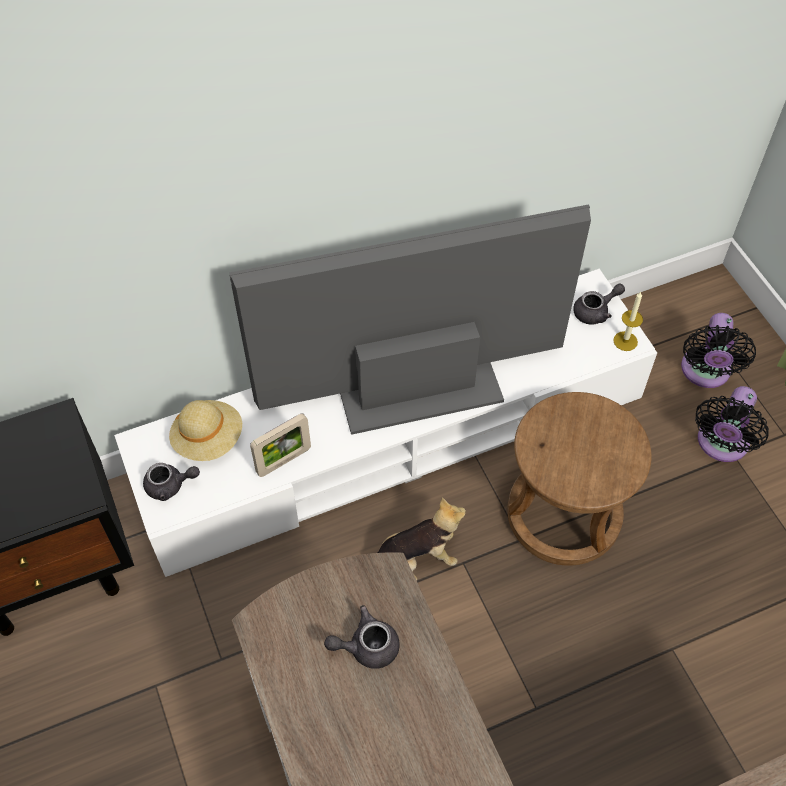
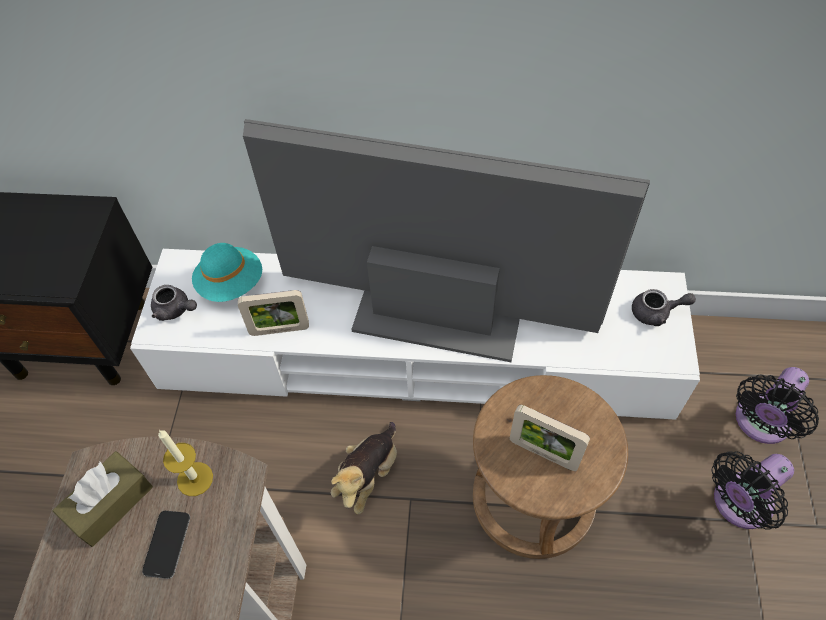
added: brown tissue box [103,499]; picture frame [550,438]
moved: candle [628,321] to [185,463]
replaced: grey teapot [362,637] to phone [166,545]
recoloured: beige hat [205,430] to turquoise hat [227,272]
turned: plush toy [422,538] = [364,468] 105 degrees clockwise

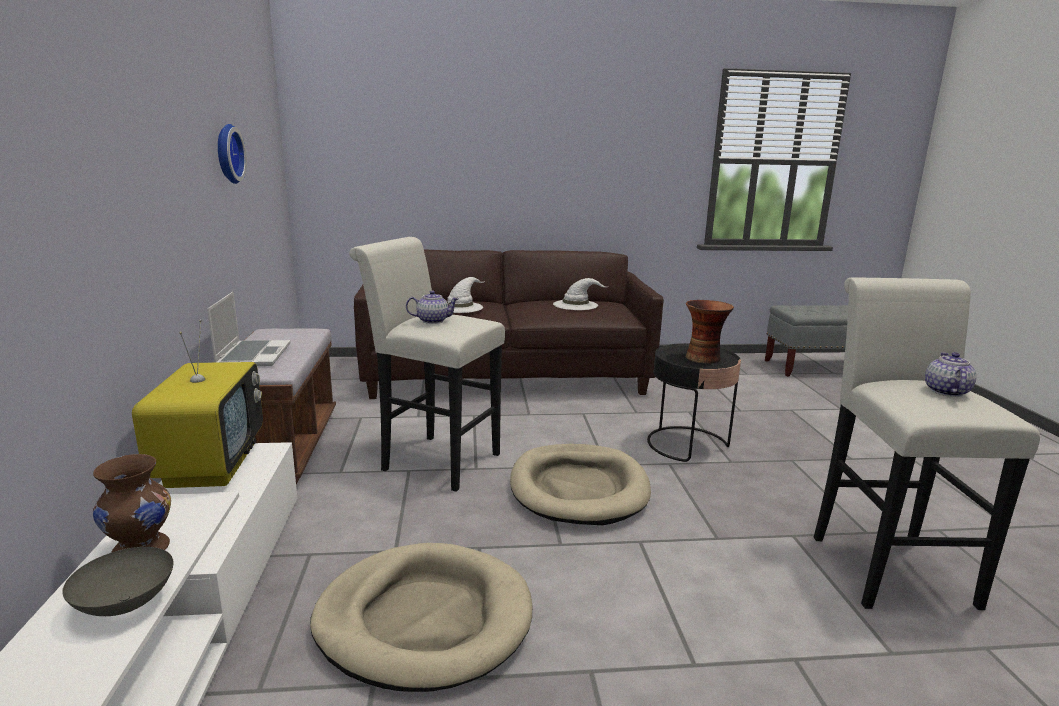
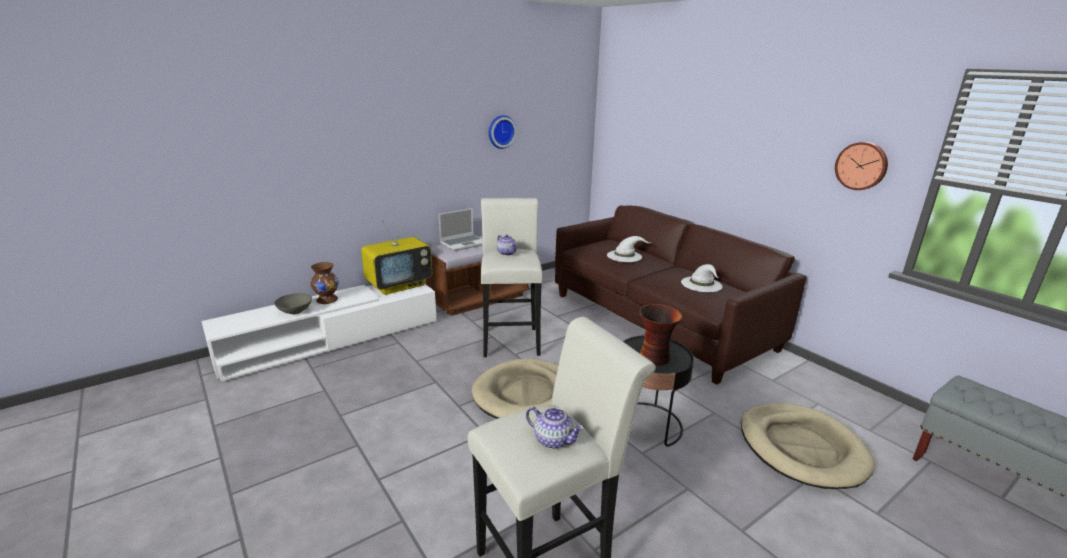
added: wall clock [861,166]
moved: beige dog bed [421,617] to [808,446]
turned: teapot [950,374] = [555,428] 45 degrees clockwise

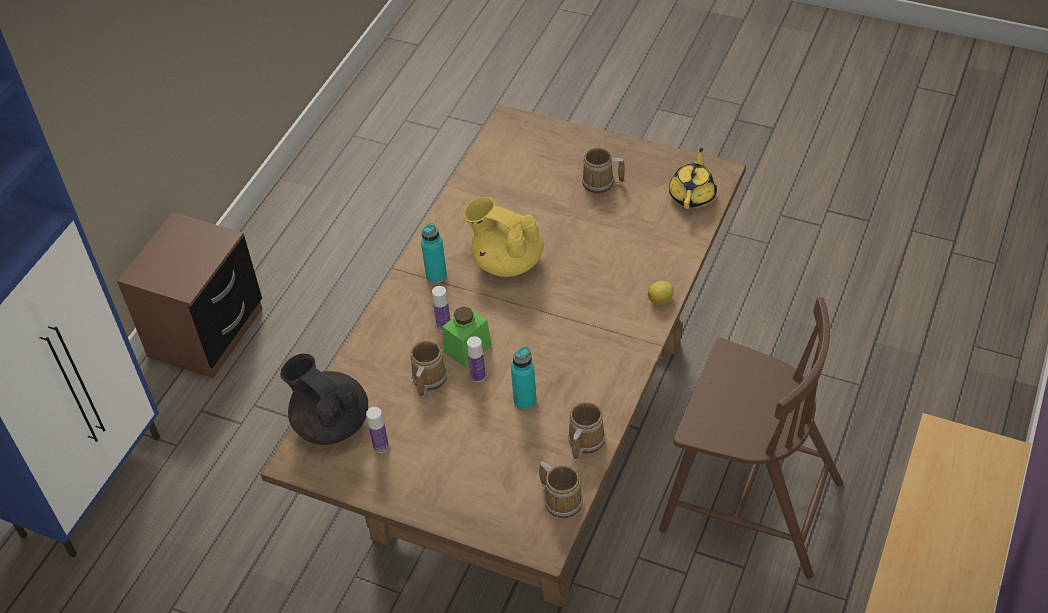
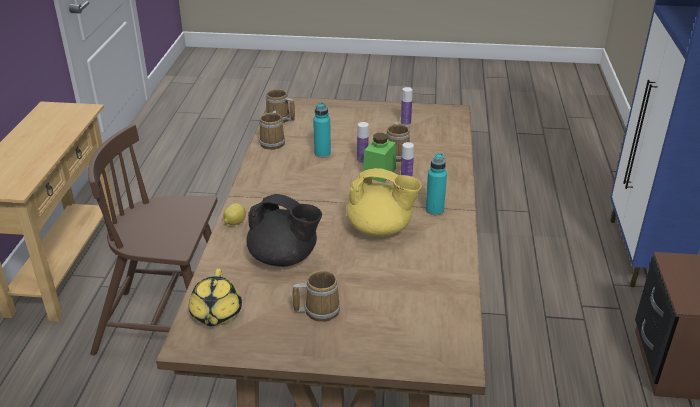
moved: black teapot [324,399] to [284,230]

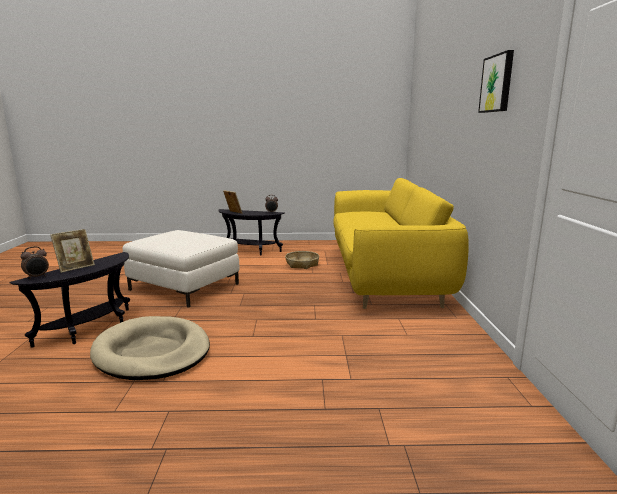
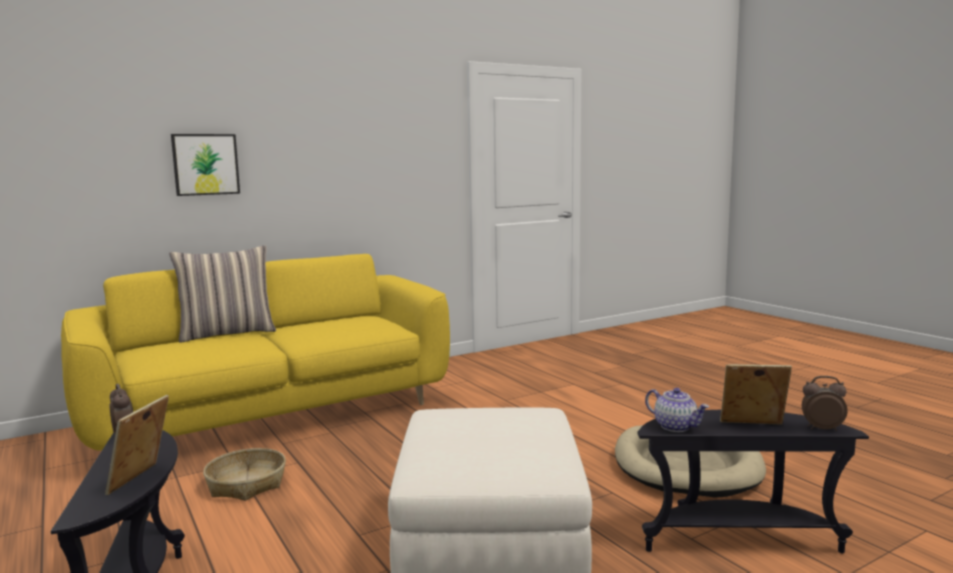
added: pillow [222,294]; teapot [677,410]
moved: picture [496,81] to [205,165]

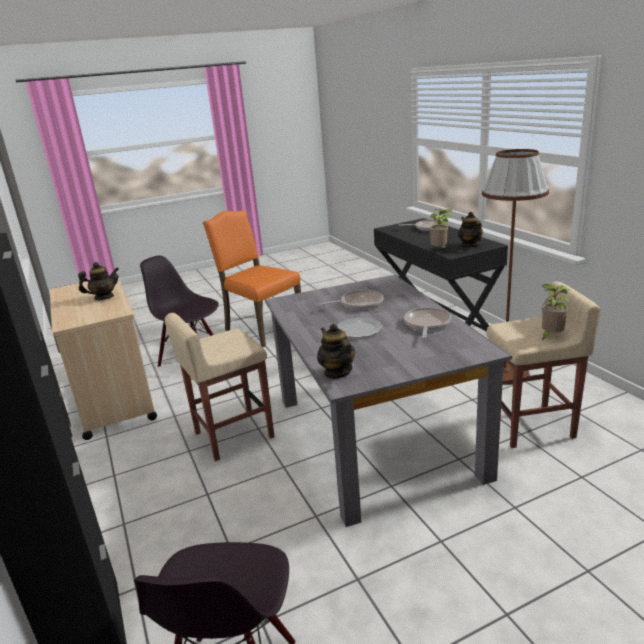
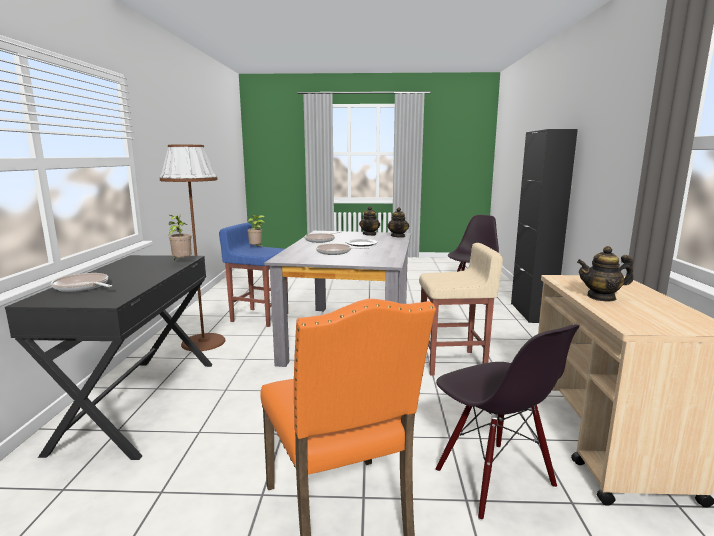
moved: teapot [470,230] to [369,221]
recoloured: beige stool [543,364] to blue stool [253,275]

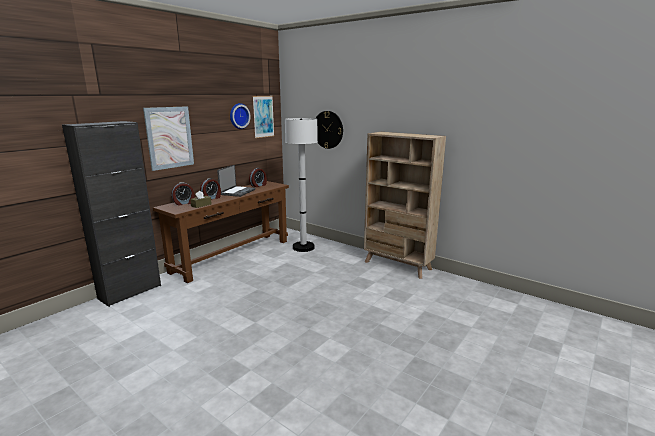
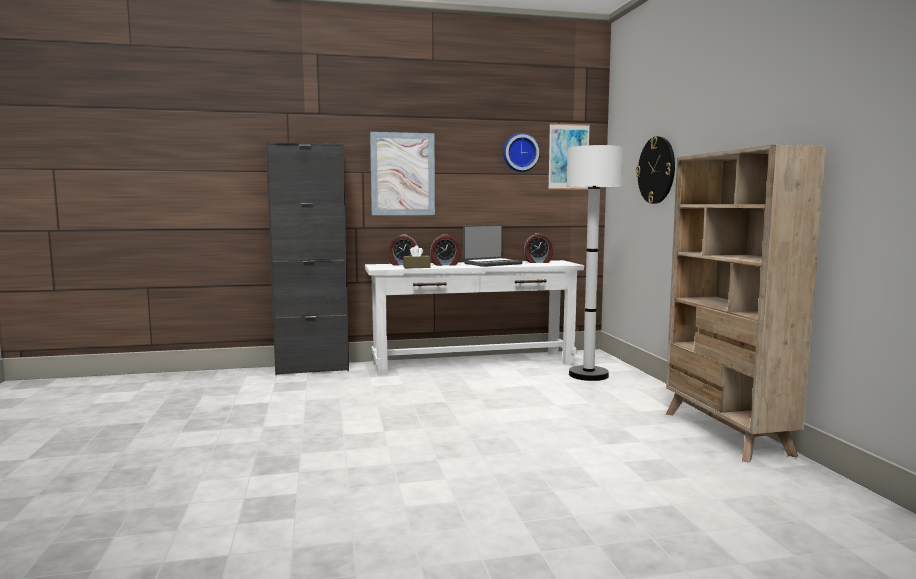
recoloured: brown console table [221,232] to white console table [474,318]

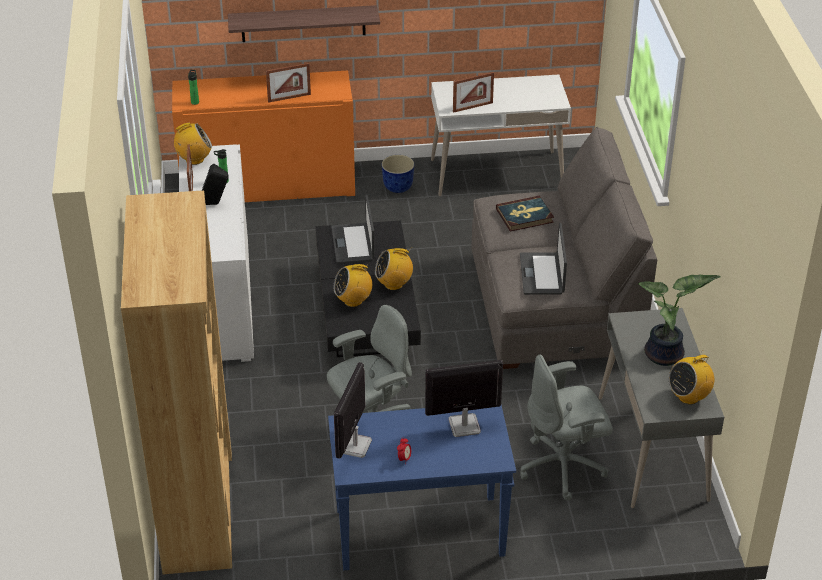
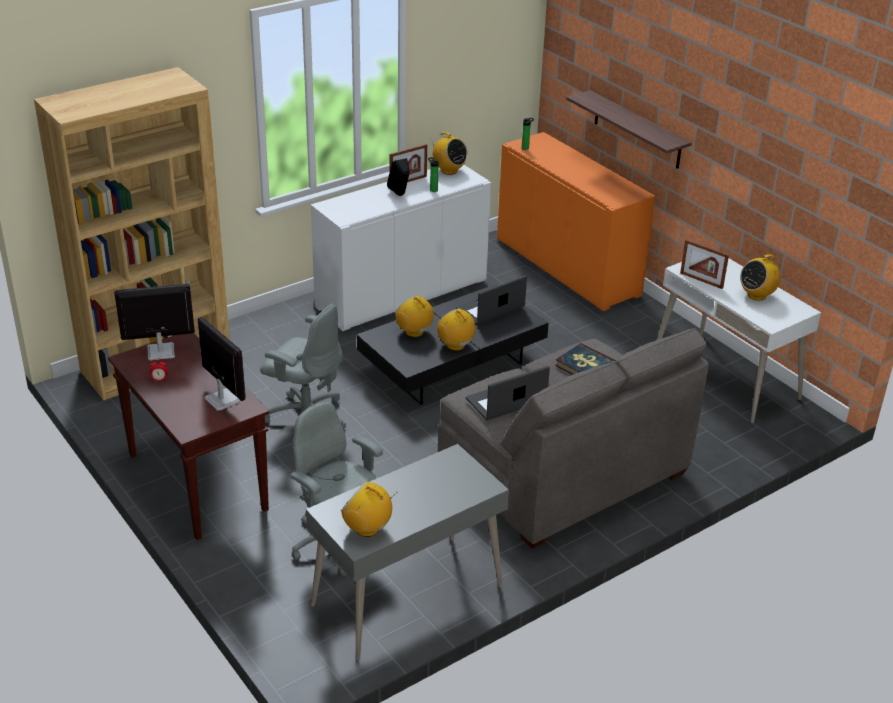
removed: picture frame [288,83]; planter [398,174]; potted plant [679,320]
added: radio [760,277]
recoloured: blue console table [422,487] to brown console table [188,436]

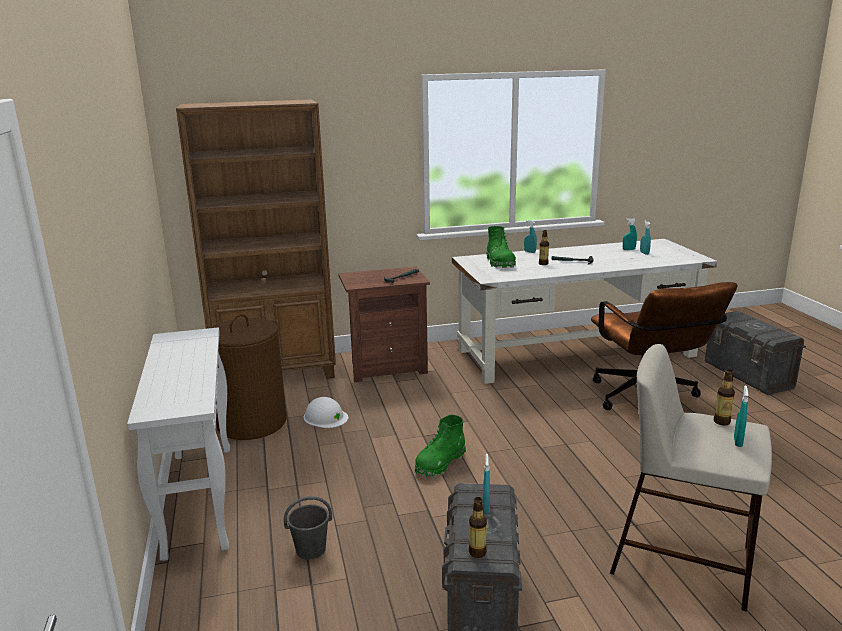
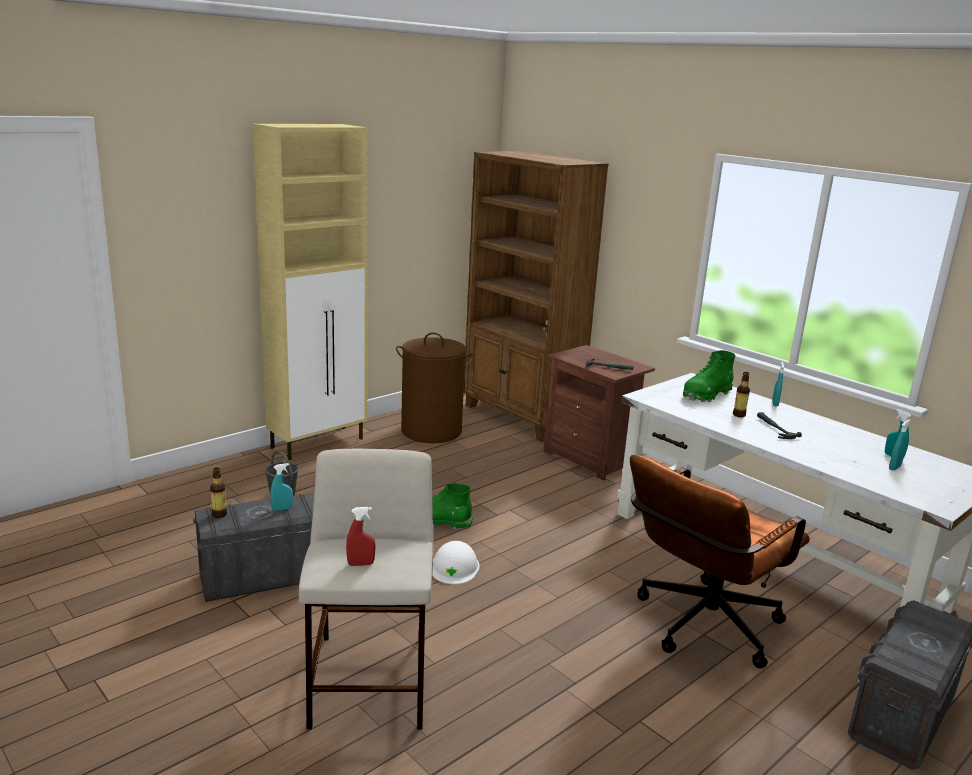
removed: bottle [724,397]
moved: white hard hat [326,412] to [456,562]
replaced: white console table [178,444] to beige cabinet [310,292]
recoloured: turquoise spray bottle [741,416] to red spray bottle [361,536]

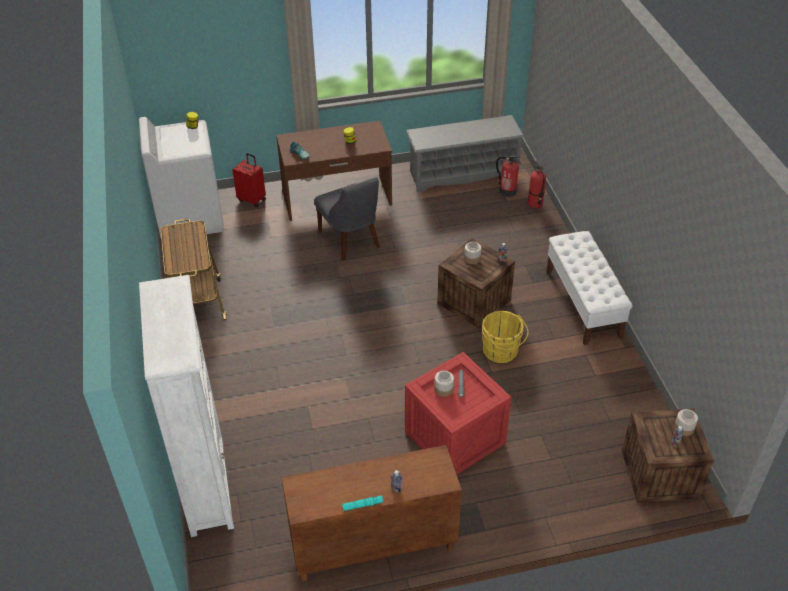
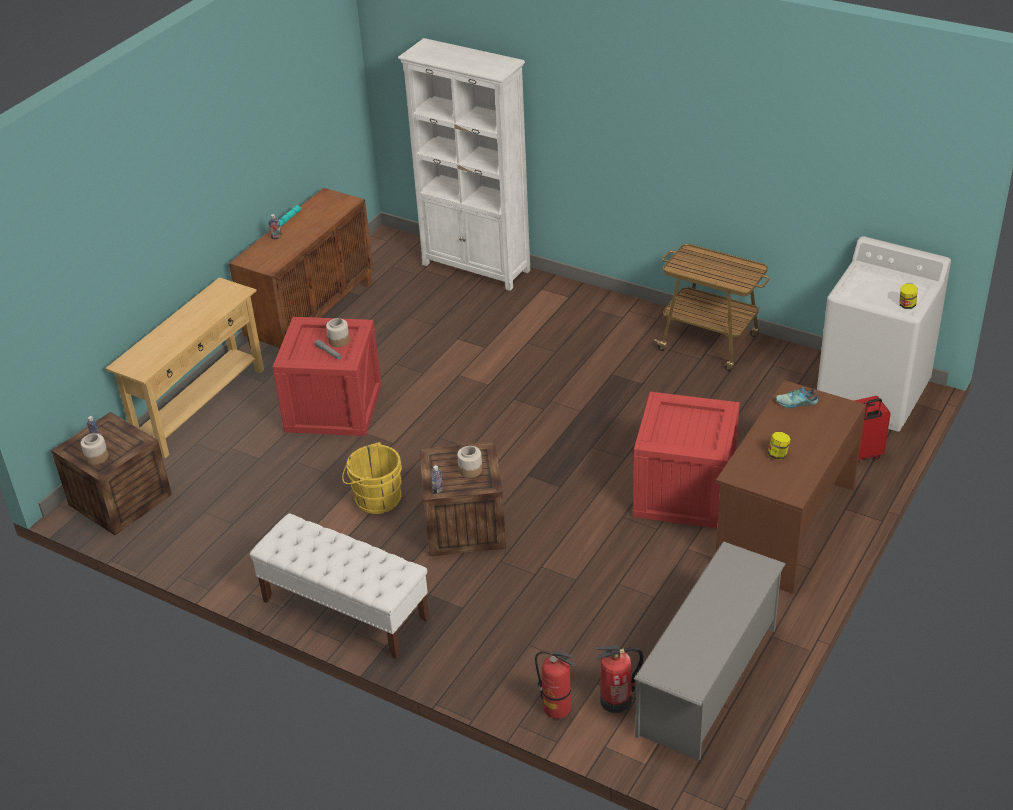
added: beige console table [184,367]
replaced: grey chair [347,219] to crate [686,460]

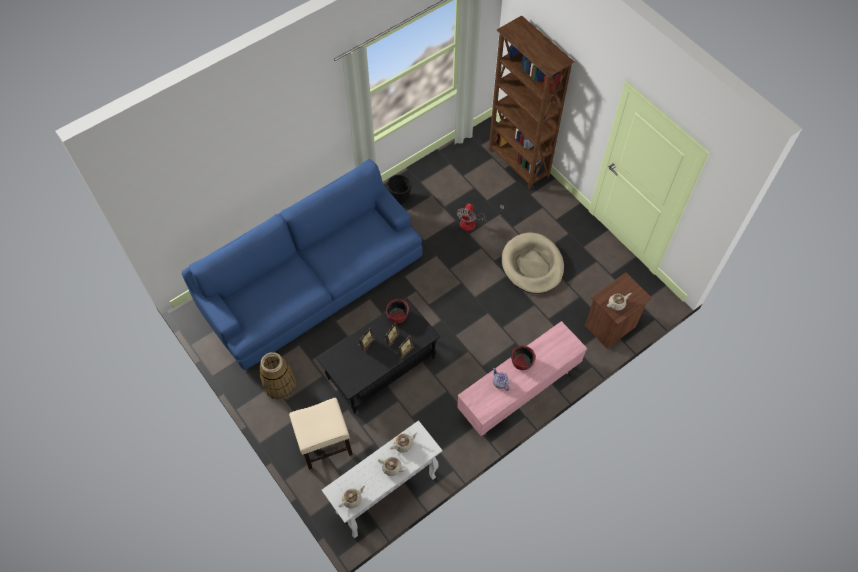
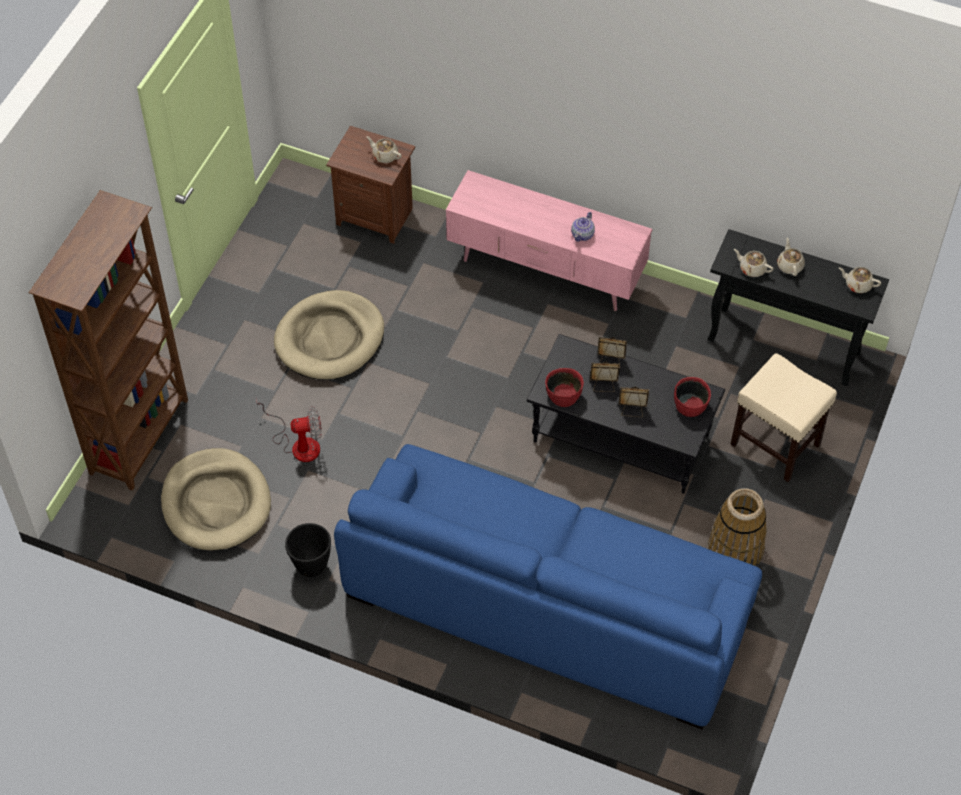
added: beige dog bed [216,499]
moved: red bowl [523,358] to [692,397]
recoloured: white console table [382,479] to black console table [798,307]

